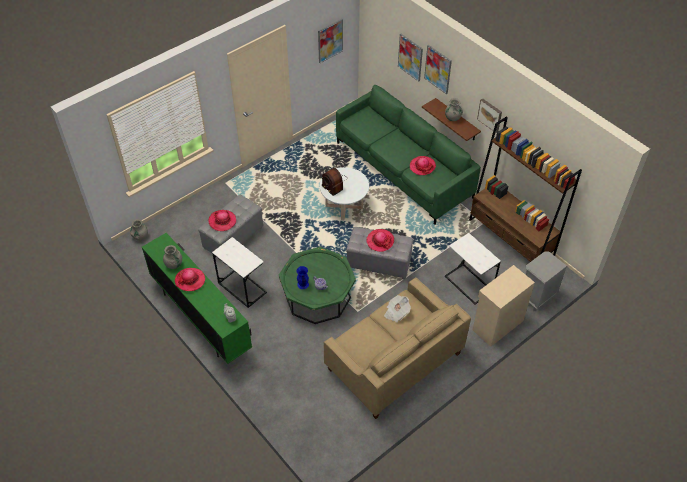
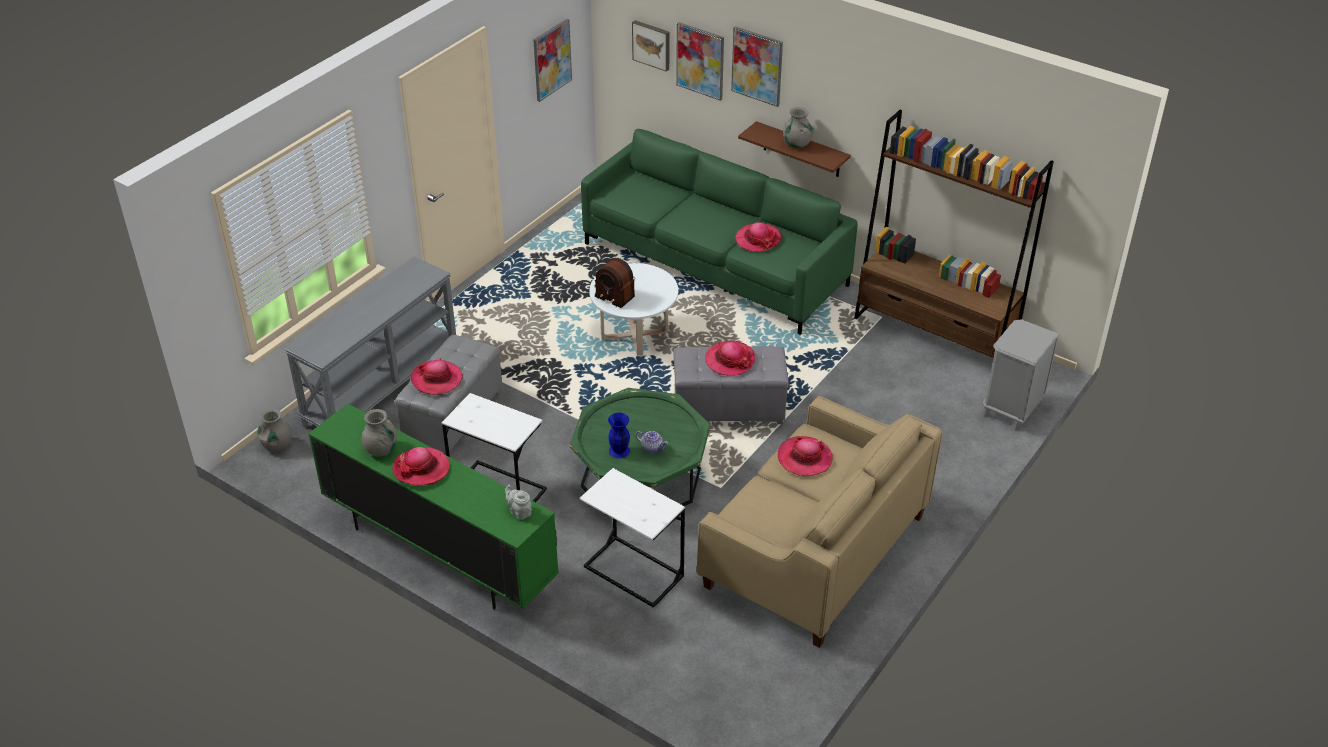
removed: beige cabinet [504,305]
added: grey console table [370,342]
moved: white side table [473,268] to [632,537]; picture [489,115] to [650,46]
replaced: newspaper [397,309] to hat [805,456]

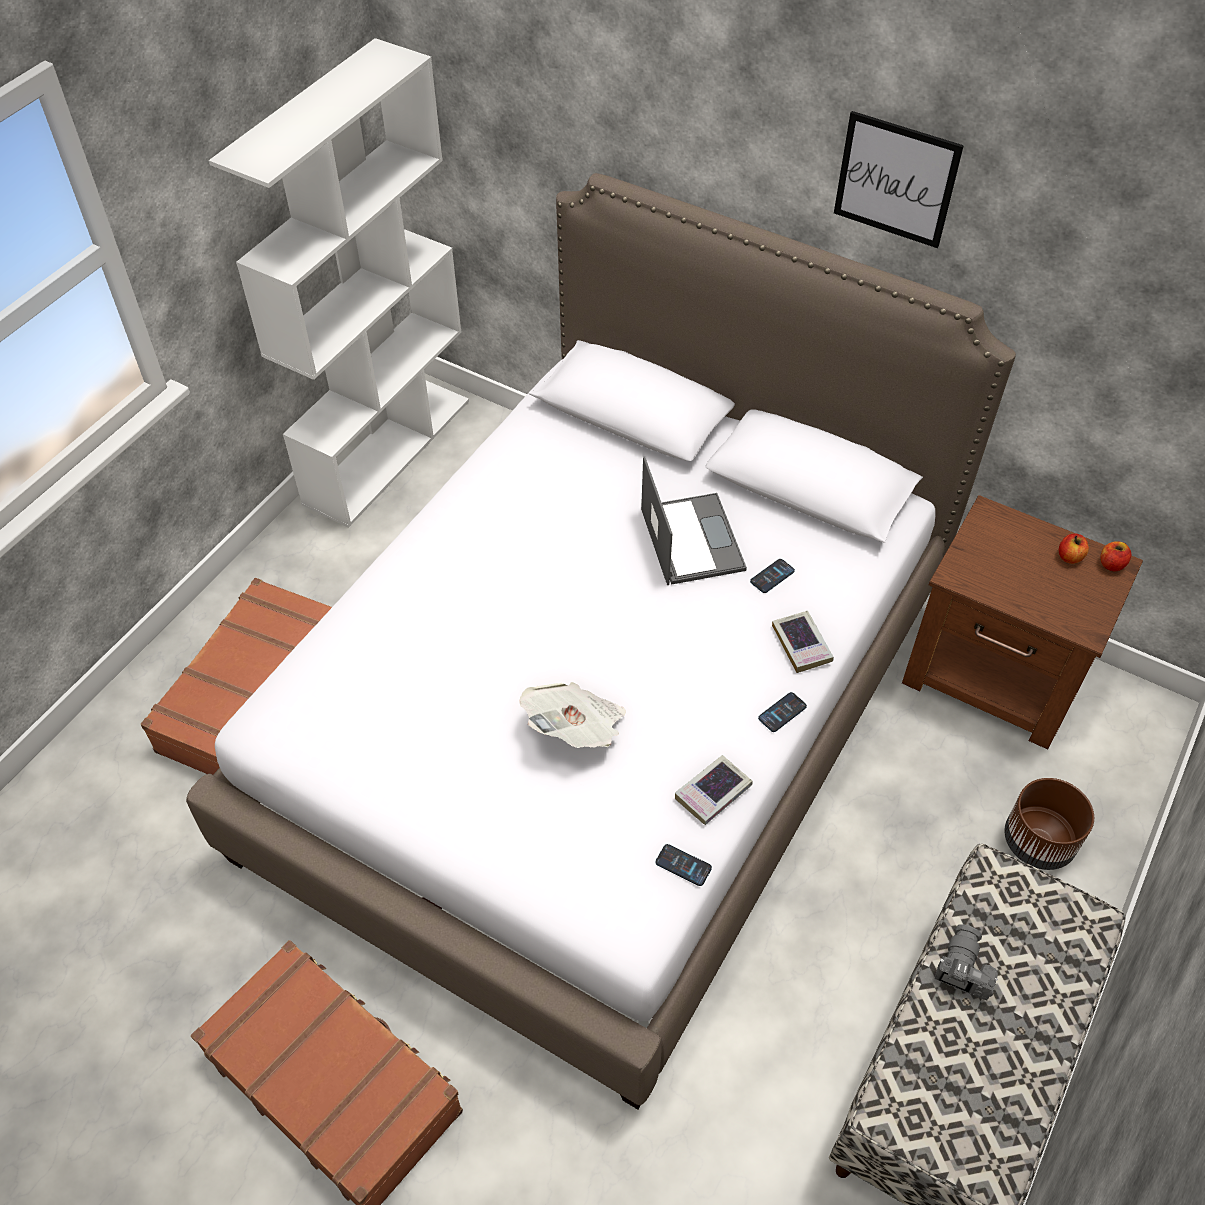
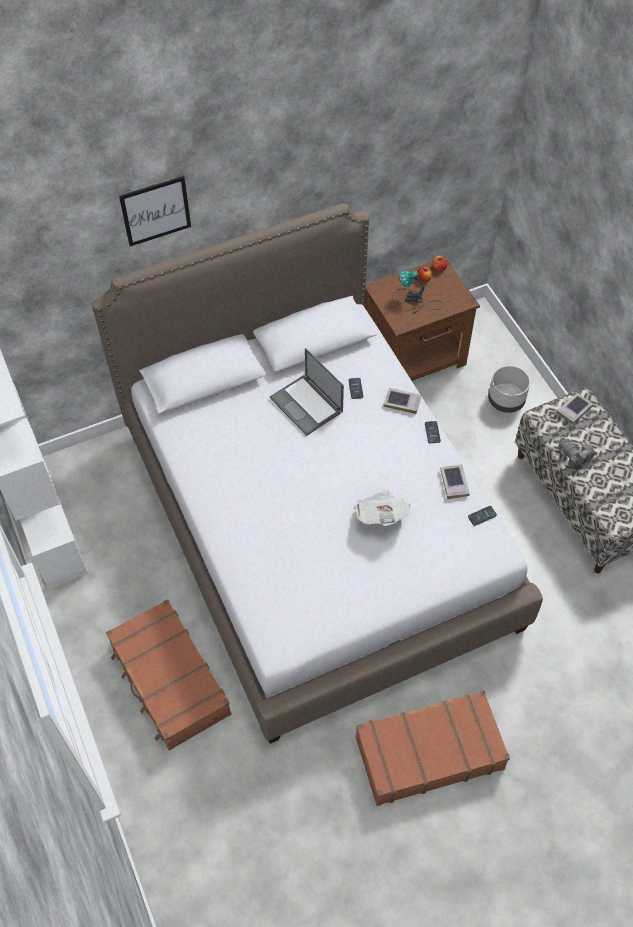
added: table lamp [418,292]; book [575,408]
moved: picture [899,179] to [155,211]
recoloured: brown planter [1049,824] to grey planter [509,389]
turned: laptop [694,520] = [307,392] 150 degrees counterclockwise

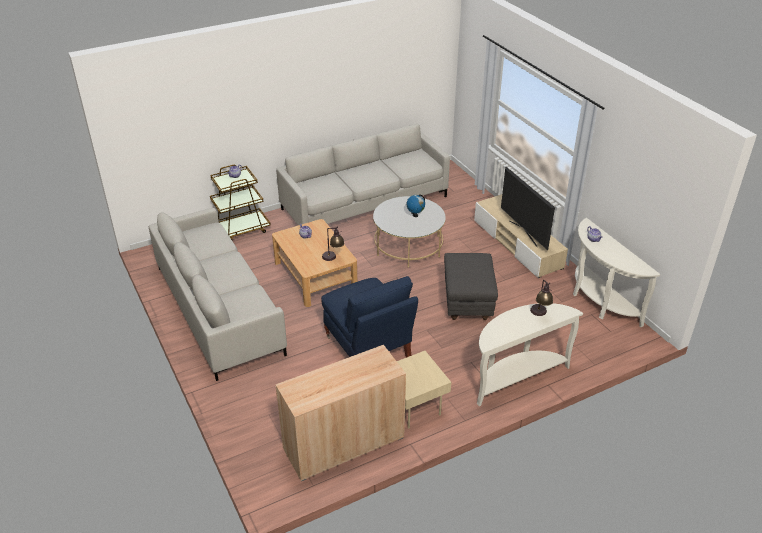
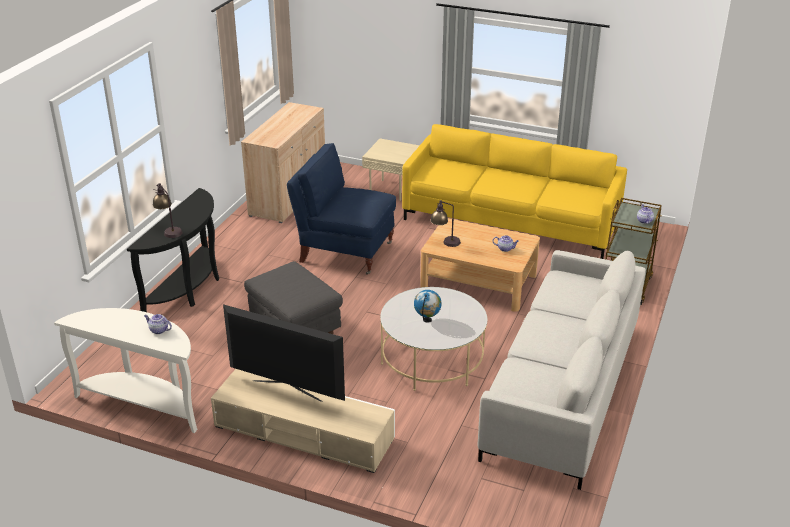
moved: beige side table [424,389] to [391,170]
recoloured: grey sofa [218,294] to yellow sofa [514,191]; white console table [530,354] to black console table [173,250]

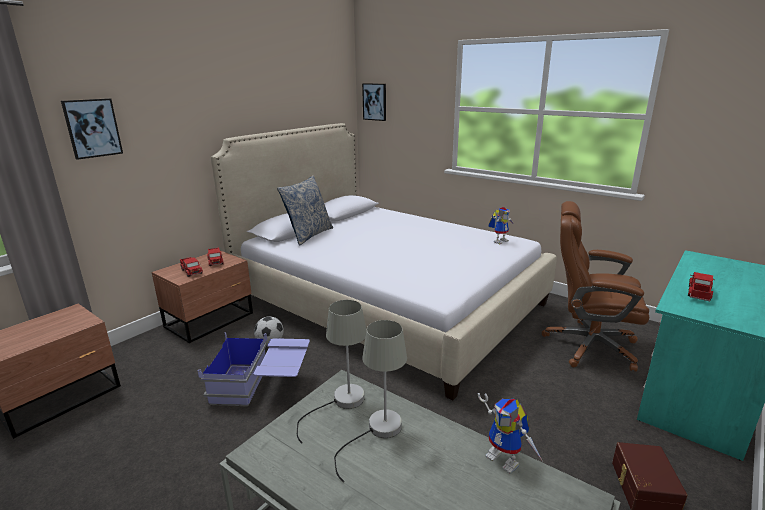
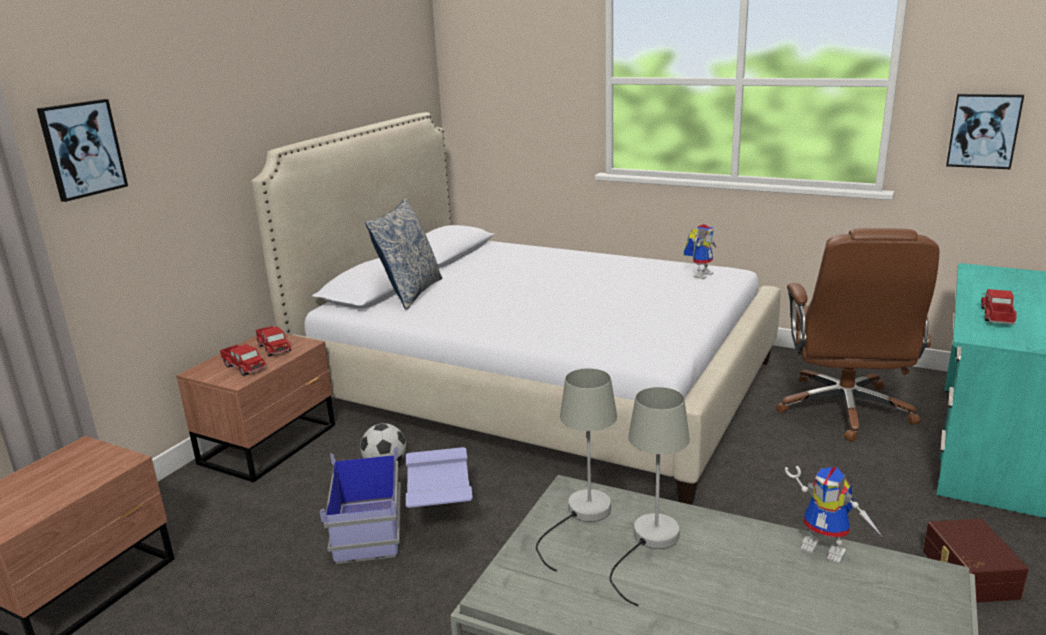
moved: picture [374,102] to [985,131]
turned: brown office chair [595,286] = [857,335] 90 degrees counterclockwise

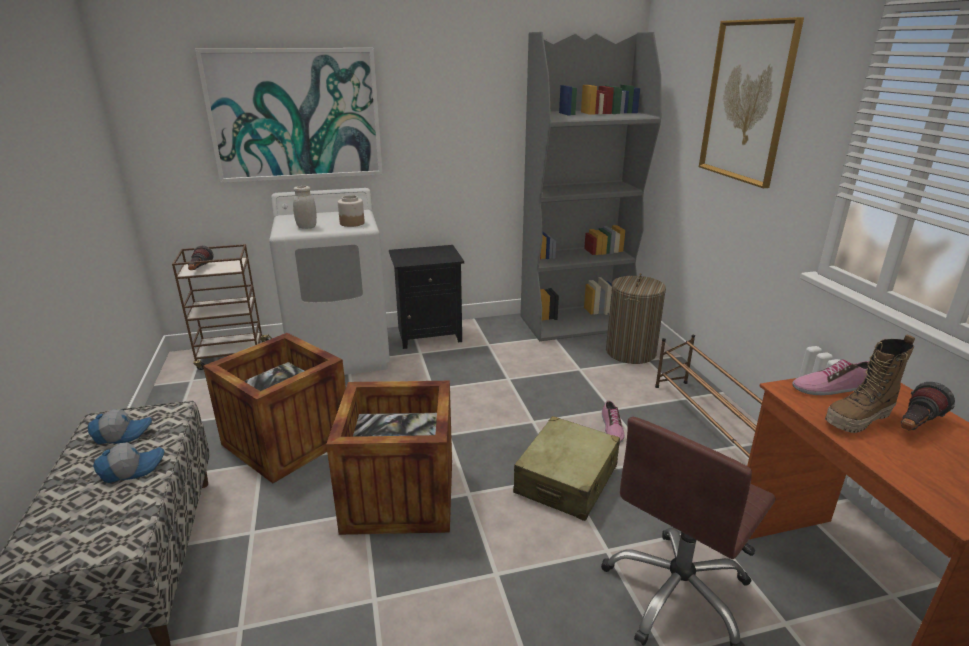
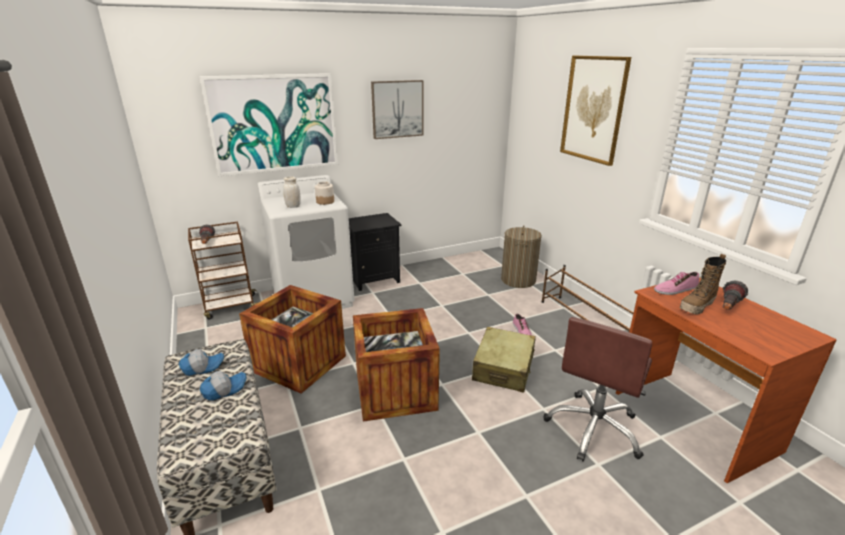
removed: grey bookcase [590,186]
added: picture [397,109]

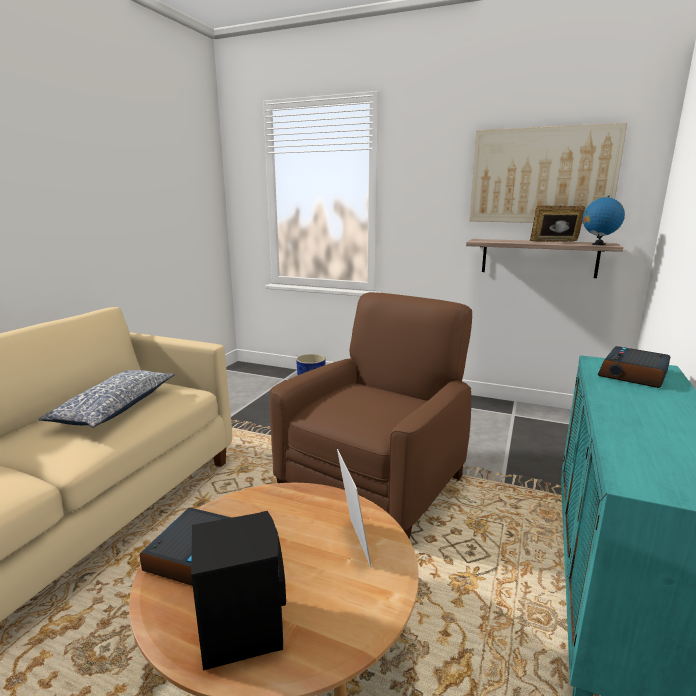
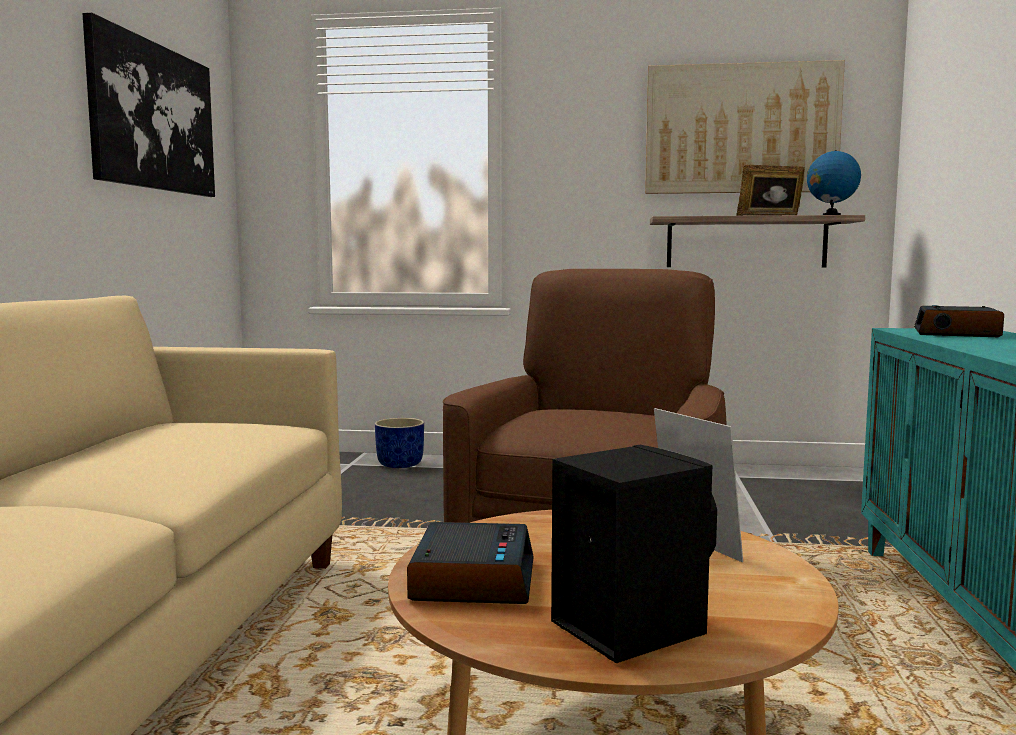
removed: pillow [106,399]
added: picture [148,104]

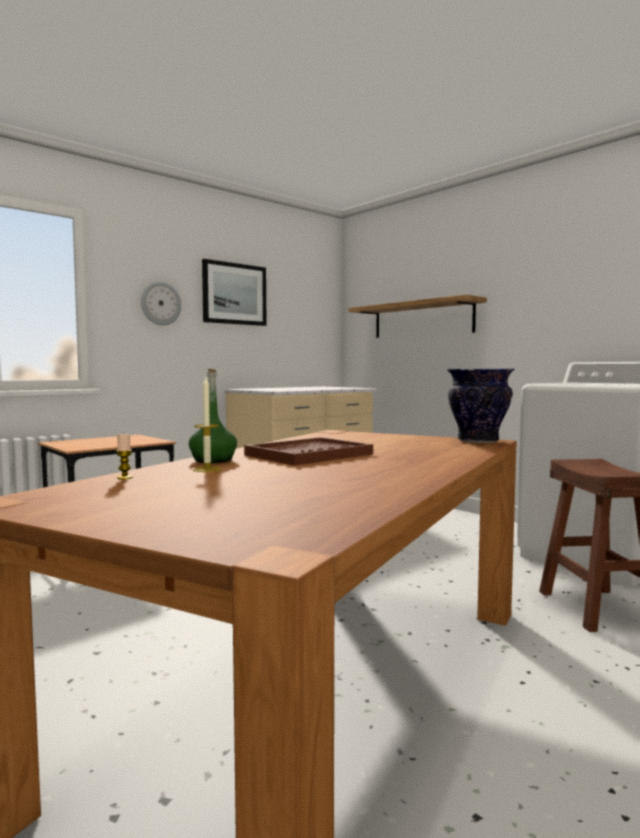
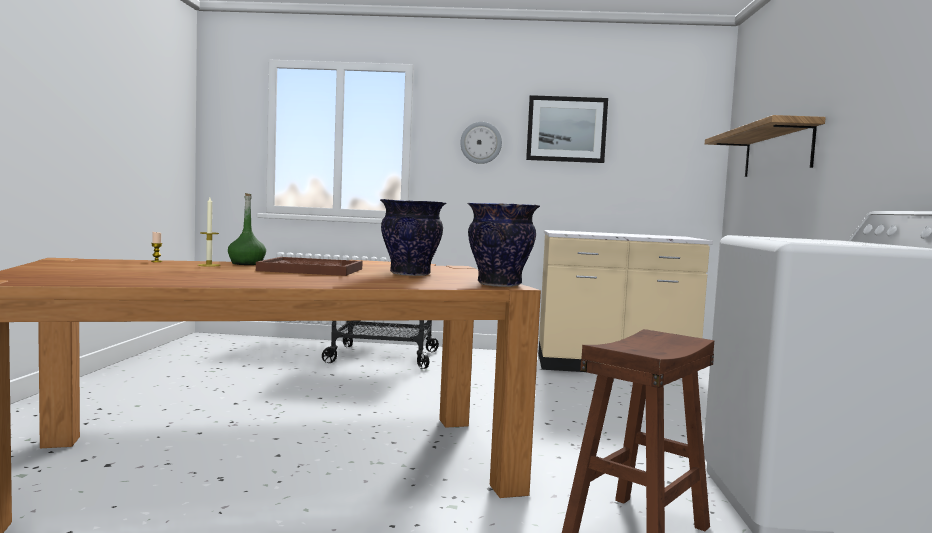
added: vase [413,237]

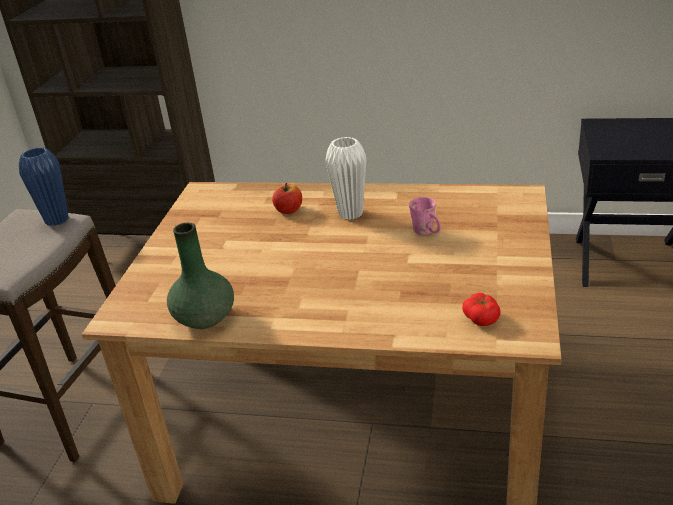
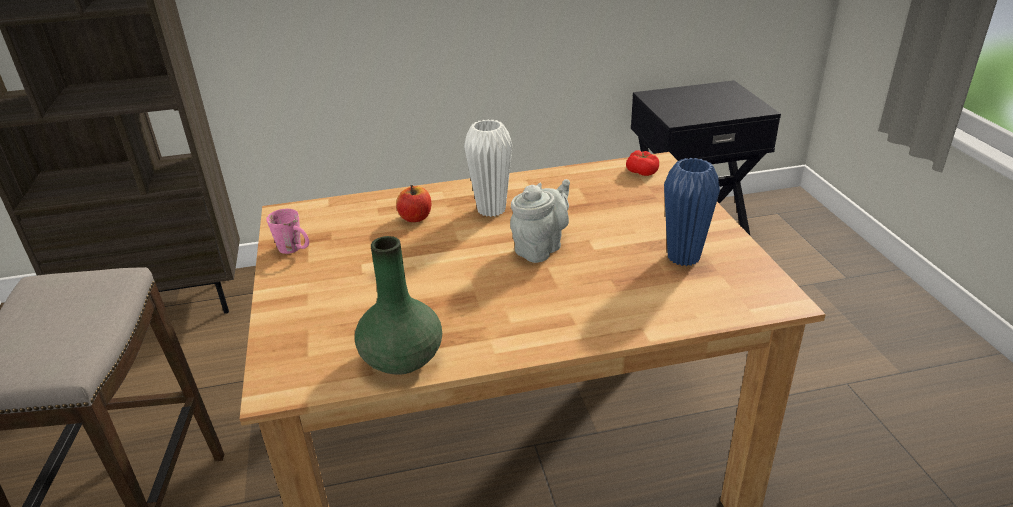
added: grey teapot [540,221]
moved: blue vase [44,186] to [692,212]; pink mug [425,216] to [287,231]; tomato [481,309] to [642,163]

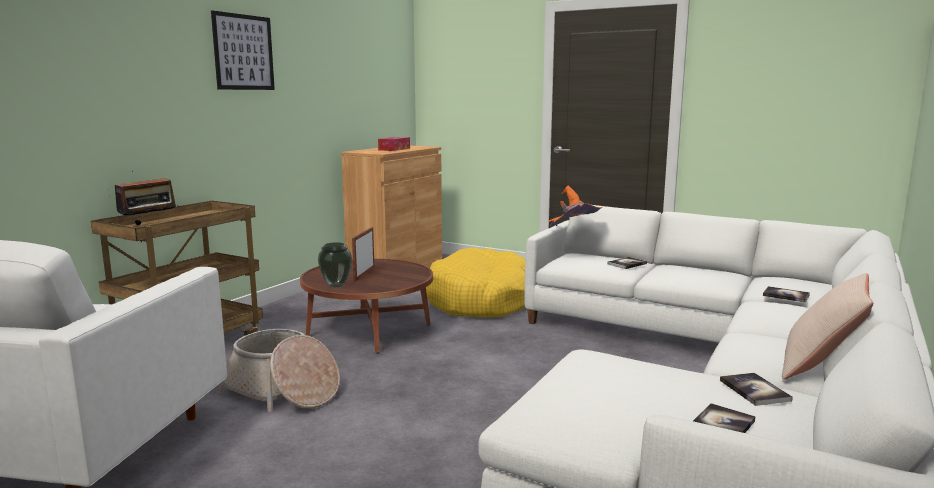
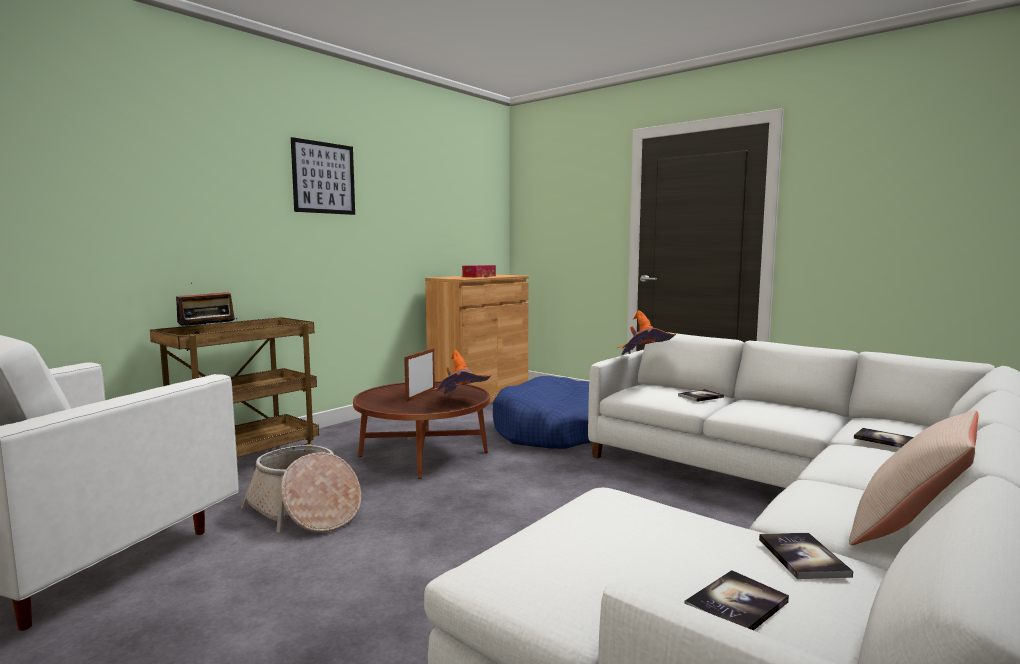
removed: vase [335,264]
added: orange hat [462,372]
recoloured: yellow dog bed [475,282] to blue dog bed [542,412]

